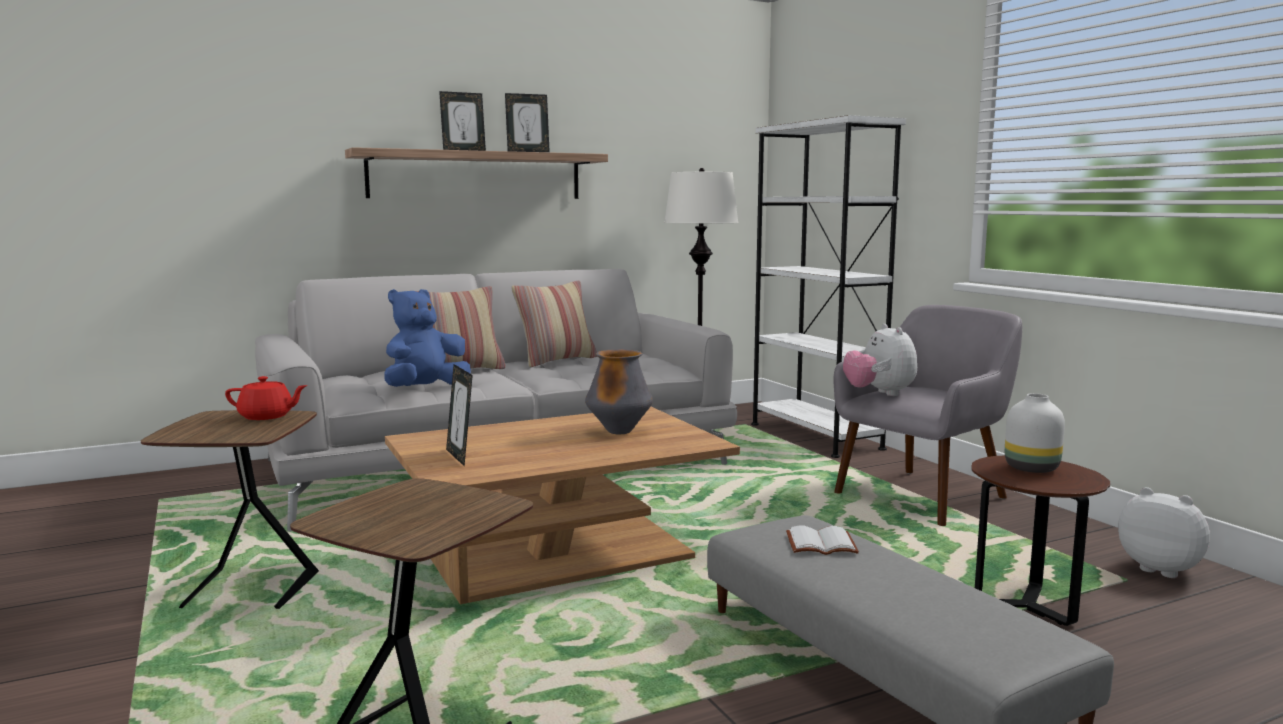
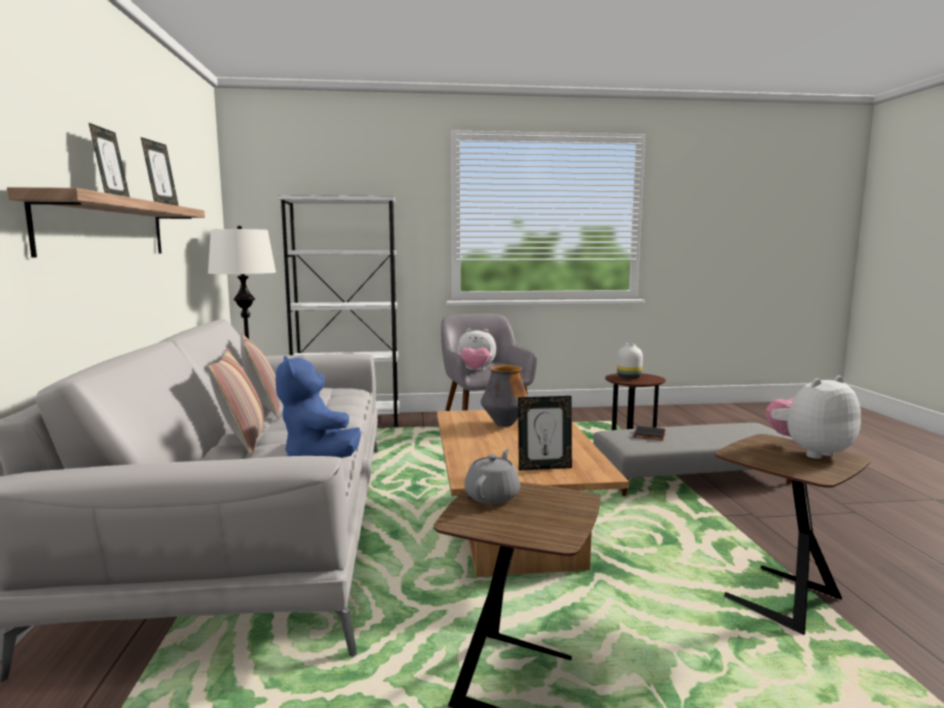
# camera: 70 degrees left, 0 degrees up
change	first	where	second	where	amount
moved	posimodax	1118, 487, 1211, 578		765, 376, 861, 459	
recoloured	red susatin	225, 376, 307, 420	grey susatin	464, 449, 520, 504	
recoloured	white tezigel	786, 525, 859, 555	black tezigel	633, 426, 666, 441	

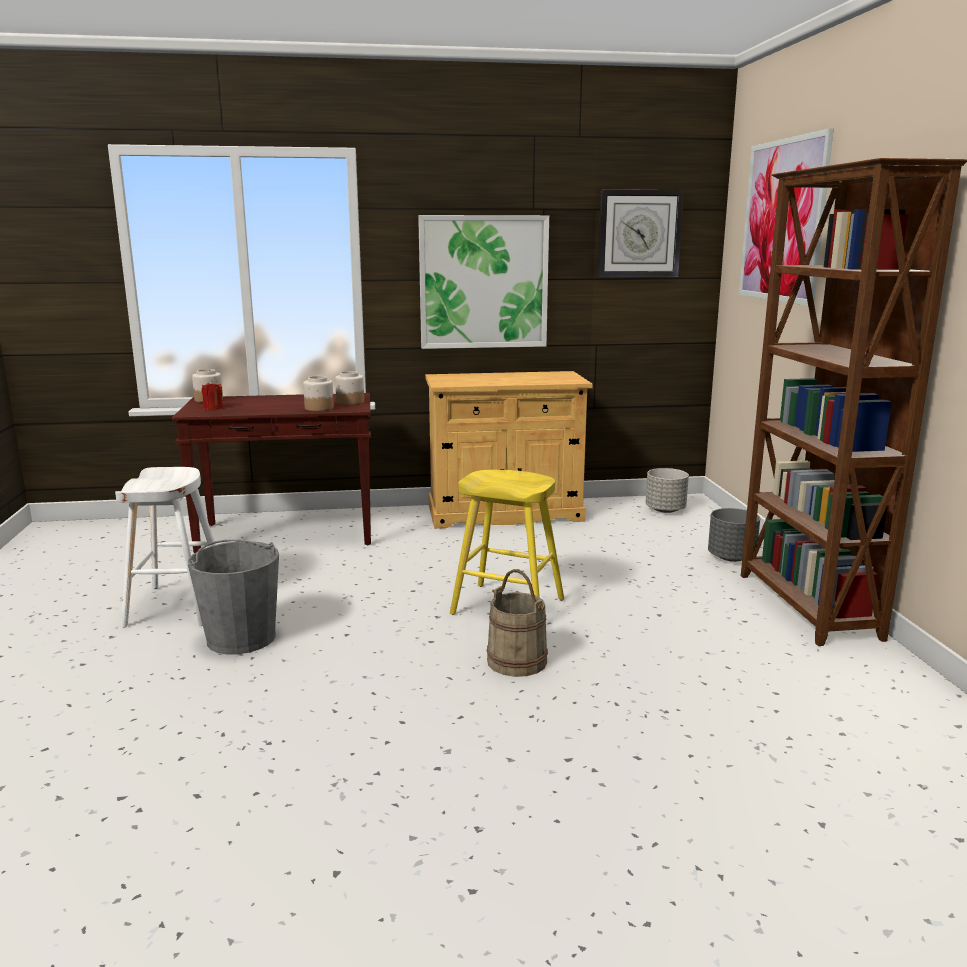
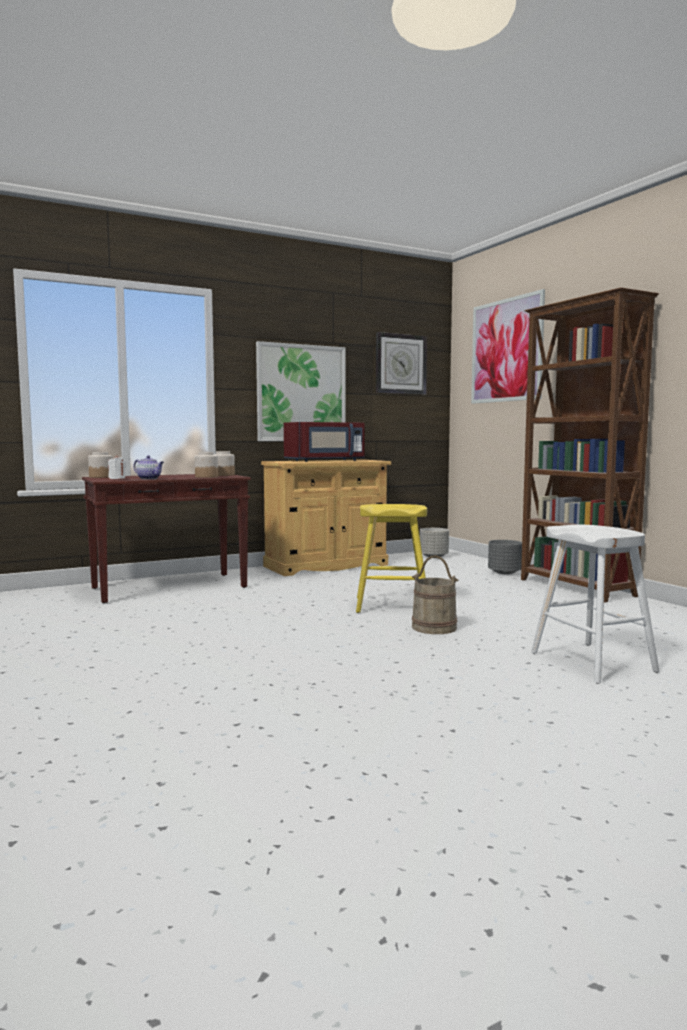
# camera: 20 degrees left, 10 degrees down
change	first	where	second	where	amount
removed	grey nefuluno	188, 539, 279, 654			
added			susatin	133, 455, 164, 479	
added			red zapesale	284, 422, 365, 462	
moved	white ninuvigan	115, 467, 215, 628		531, 525, 659, 684	
recoloured	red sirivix	202, 380, 223, 410	white sirivix	108, 455, 126, 479	

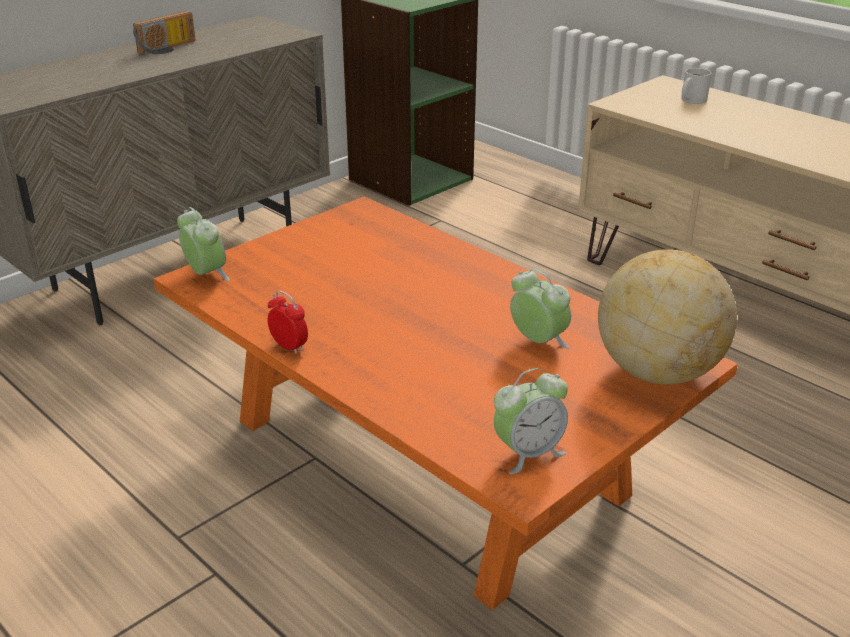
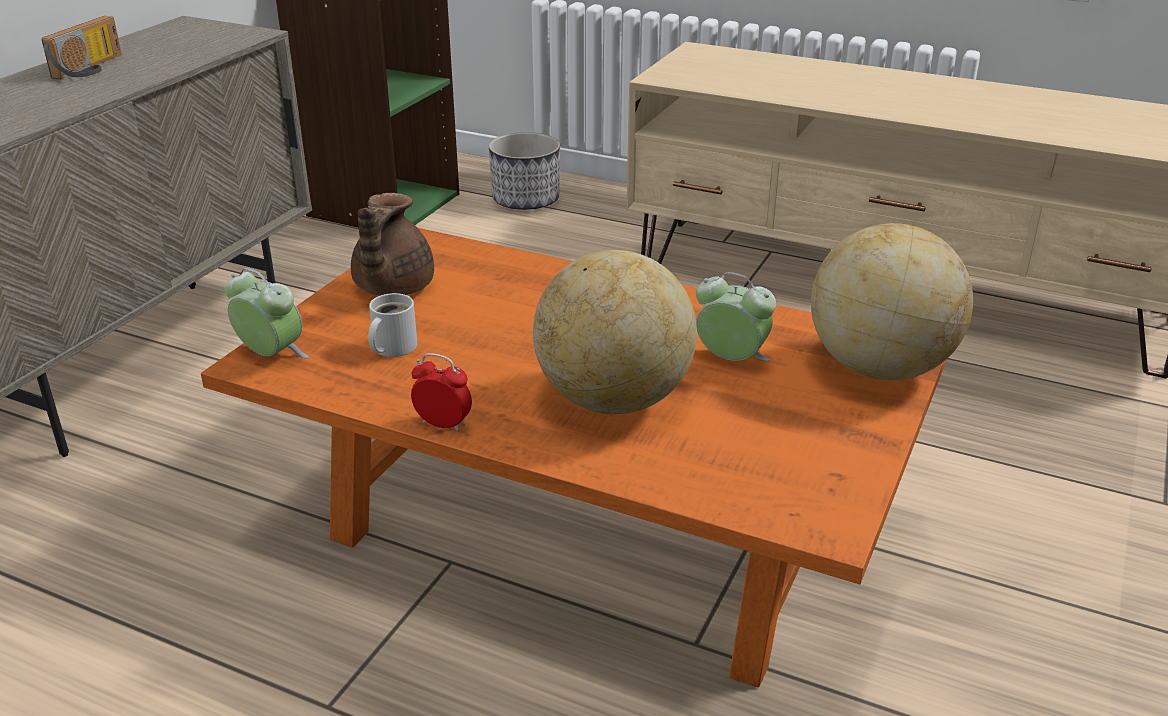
# camera: 20 degrees left, 0 degrees up
change	first	where	second	where	amount
removed	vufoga	494, 368, 568, 474			
added			brown susatin	351, 193, 434, 296	
added			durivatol	489, 132, 560, 210	
added			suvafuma	533, 250, 697, 414	
moved	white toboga	681, 68, 712, 104		368, 293, 417, 357	

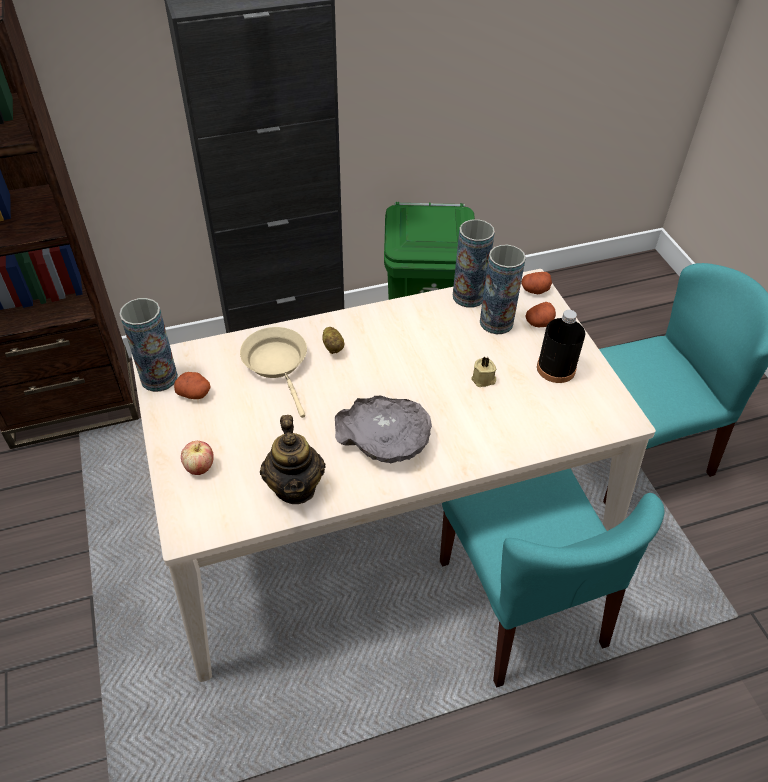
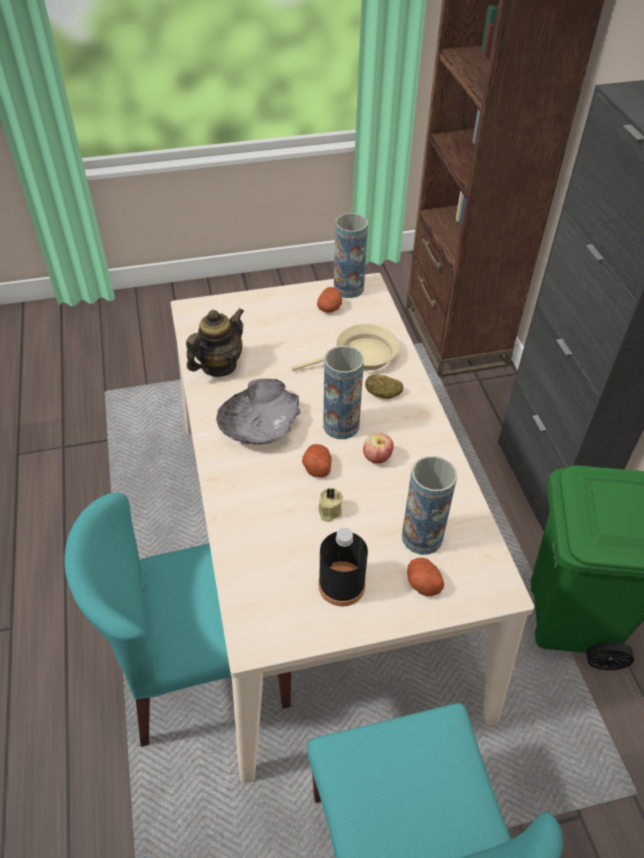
# camera: 95 degrees right, 0 degrees up
change	first	where	second	where	amount
moved	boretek	181, 441, 214, 475		363, 433, 394, 464	
moved	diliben	453, 219, 495, 308		323, 346, 364, 439	
moved	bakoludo	521, 272, 552, 294		302, 444, 332, 478	
turned	susatin	260, 415, 326, 504		186, 308, 244, 377	135 degrees clockwise

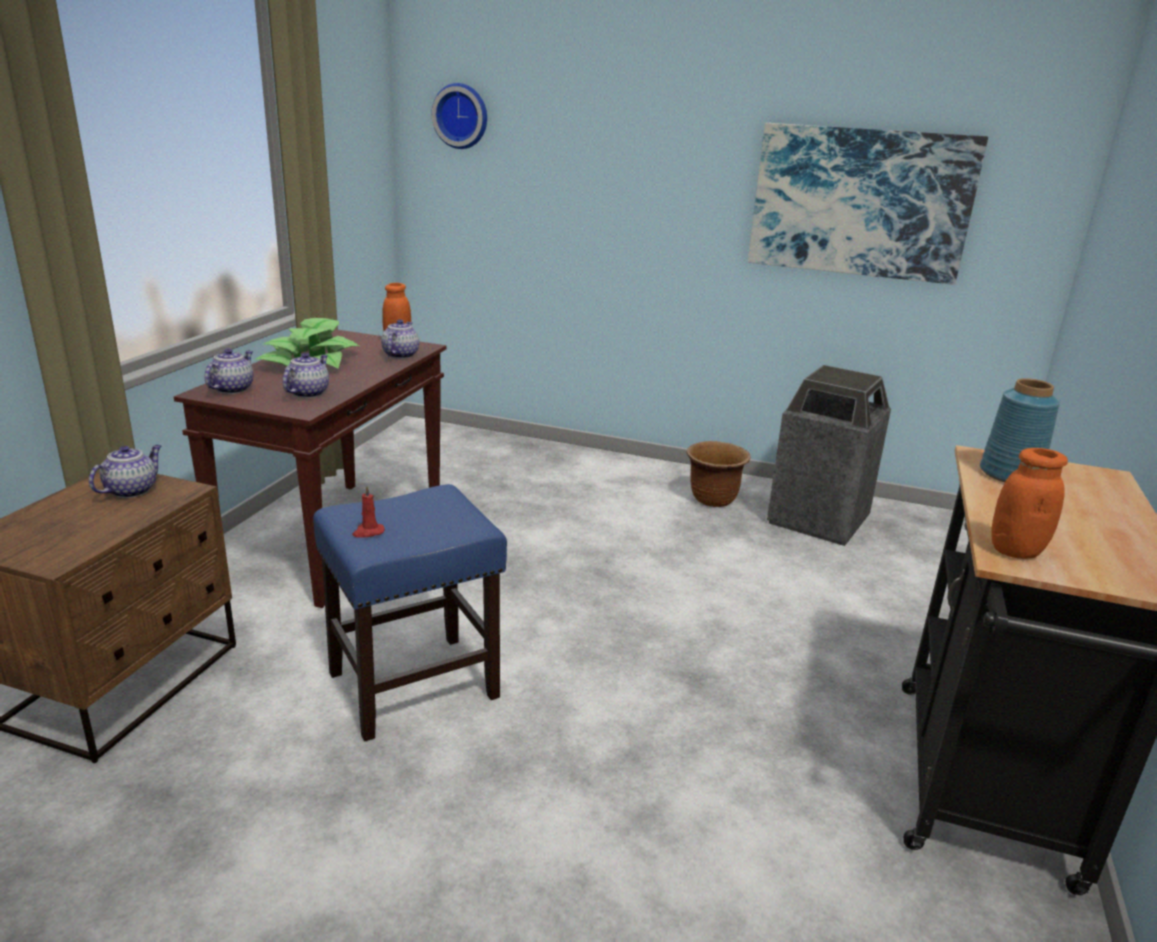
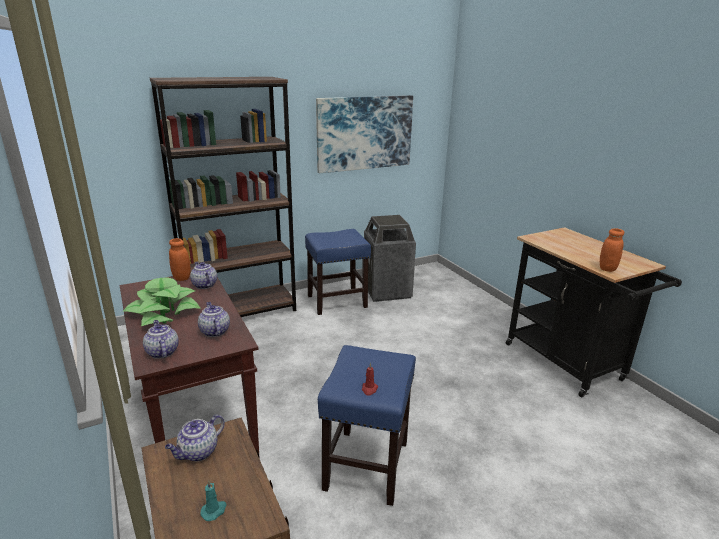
# camera: 45 degrees left, 0 degrees up
change	first	where	second	where	amount
removed	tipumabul	432, 83, 487, 149			
removed	blue diliben	980, 378, 1060, 482			
added			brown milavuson	150, 77, 296, 317	
added			turquoise sirivix	200, 480, 227, 521	
replaced	brown durivatol	687, 441, 751, 507	blue ninuvigan	305, 229, 371, 315	
turned	susatin	89, 445, 161, 498		165, 415, 225, 461	120 degrees counterclockwise

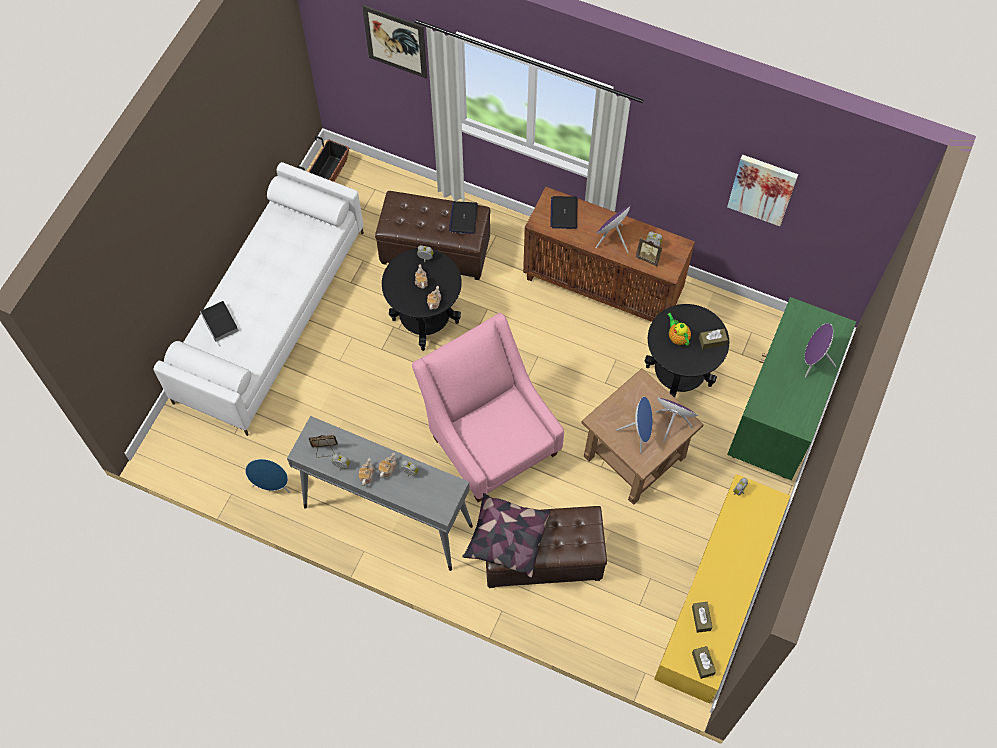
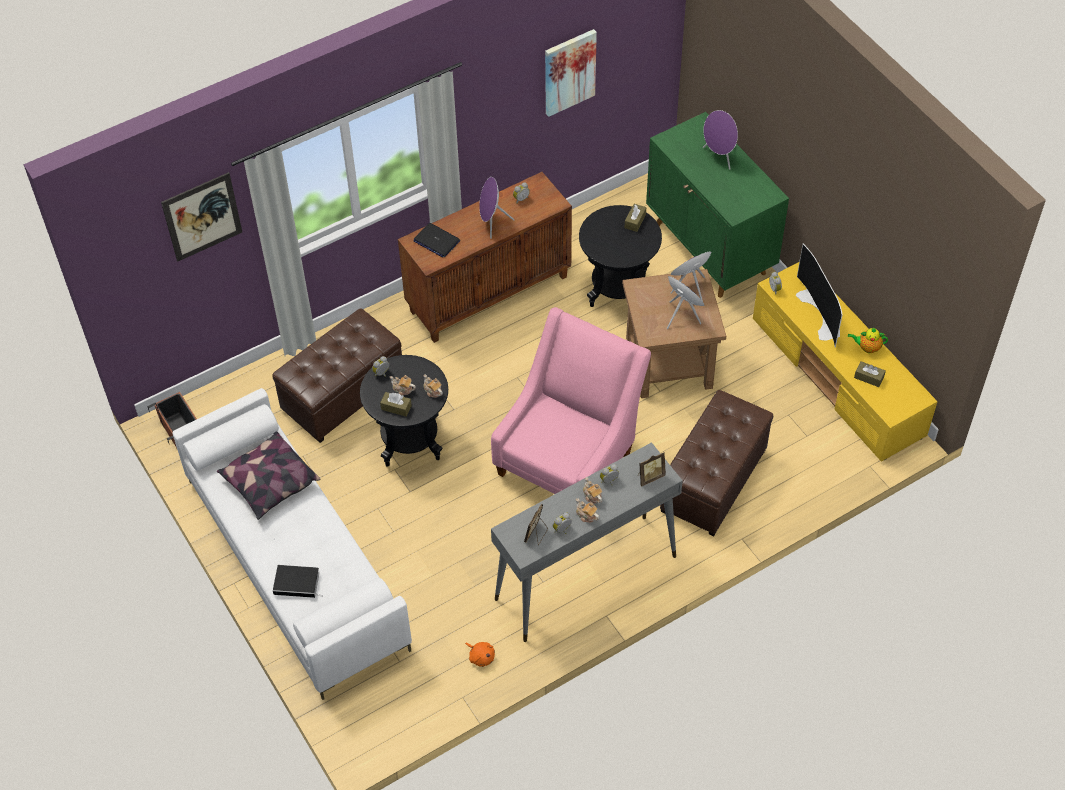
# camera: 55 degrees left, 10 degrees down
change	first	where	second	where	amount
removed	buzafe	449, 201, 478, 234			
added			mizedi	796, 244, 843, 347	
moved	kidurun	462, 493, 550, 578		217, 431, 320, 520	
moved	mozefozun	636, 238, 662, 266		638, 452, 666, 486	
moved	susatin	667, 313, 691, 346		848, 328, 888, 353	
moved	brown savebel	692, 646, 716, 679		380, 392, 412, 417	
replaced	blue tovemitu	245, 459, 290, 493	orange posimodax	465, 642, 495, 667	
turned	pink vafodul	412, 313, 564, 502		491, 307, 651, 494	120 degrees clockwise

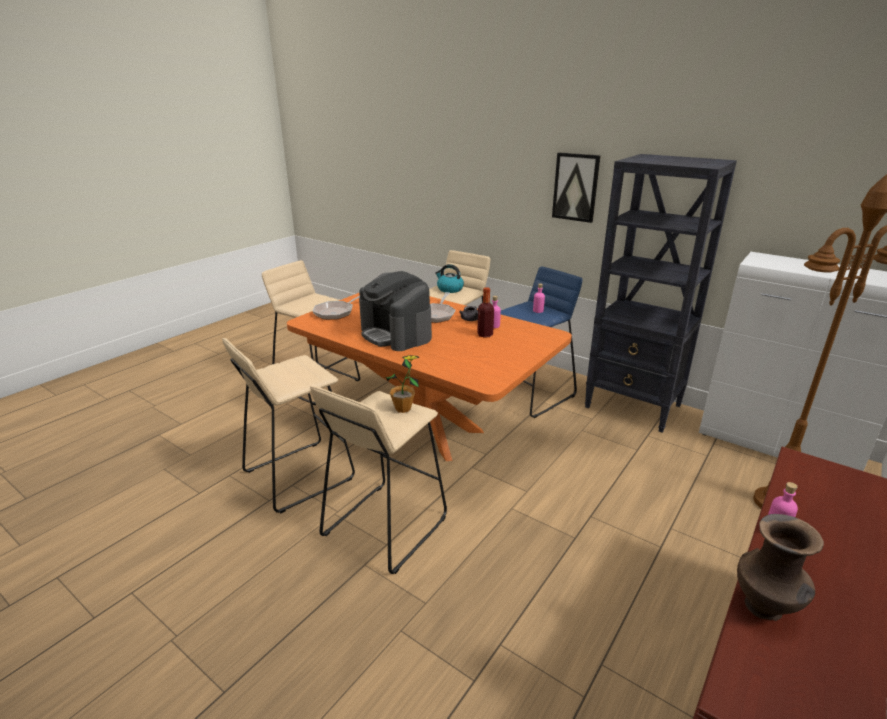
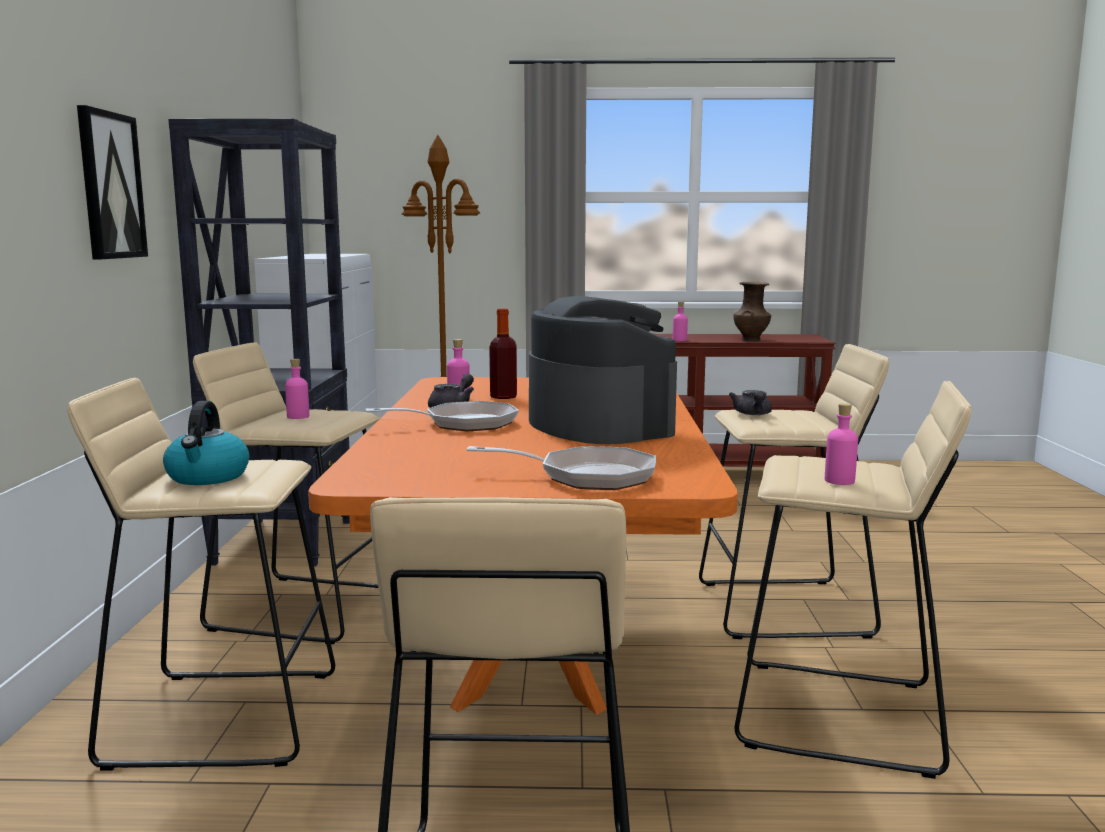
# camera: 125 degrees left, 15 degrees down
change	first	where	second	where	amount
added			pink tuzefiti	825, 403, 858, 485	
replaced	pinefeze	385, 355, 420, 413	grey susatin	729, 390, 772, 415	
recoloured	blue ninuvigan	501, 266, 583, 418	beige ninuvigan	193, 342, 379, 644	
turned	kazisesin	359, 271, 432, 351		529, 296, 677, 444	45 degrees counterclockwise

